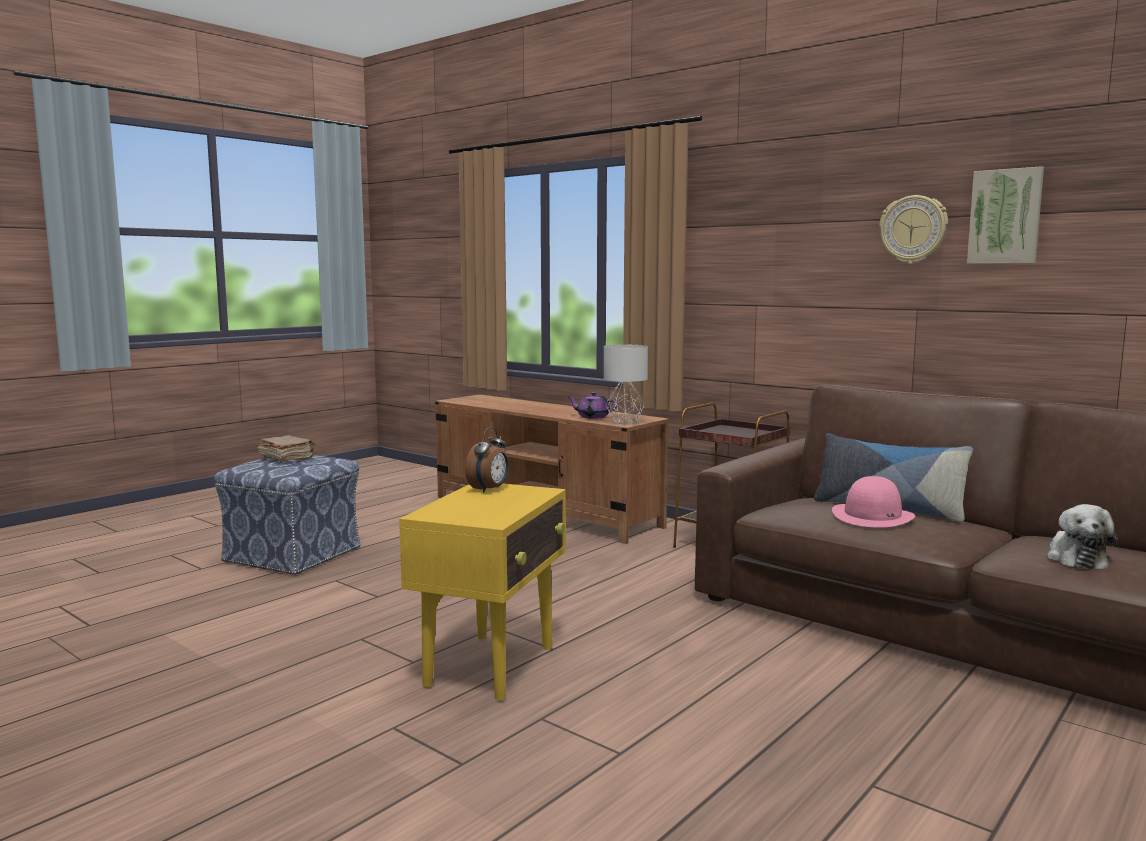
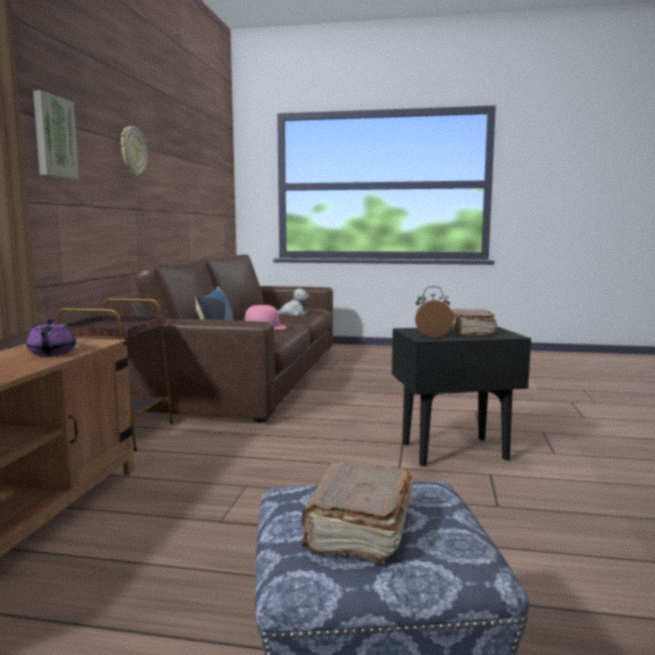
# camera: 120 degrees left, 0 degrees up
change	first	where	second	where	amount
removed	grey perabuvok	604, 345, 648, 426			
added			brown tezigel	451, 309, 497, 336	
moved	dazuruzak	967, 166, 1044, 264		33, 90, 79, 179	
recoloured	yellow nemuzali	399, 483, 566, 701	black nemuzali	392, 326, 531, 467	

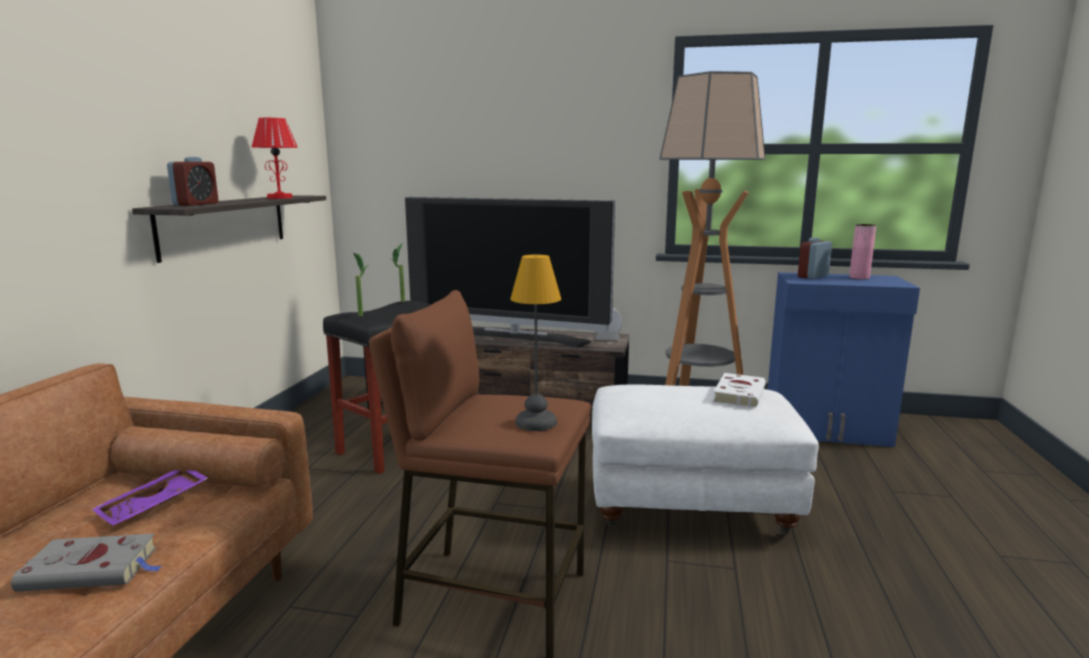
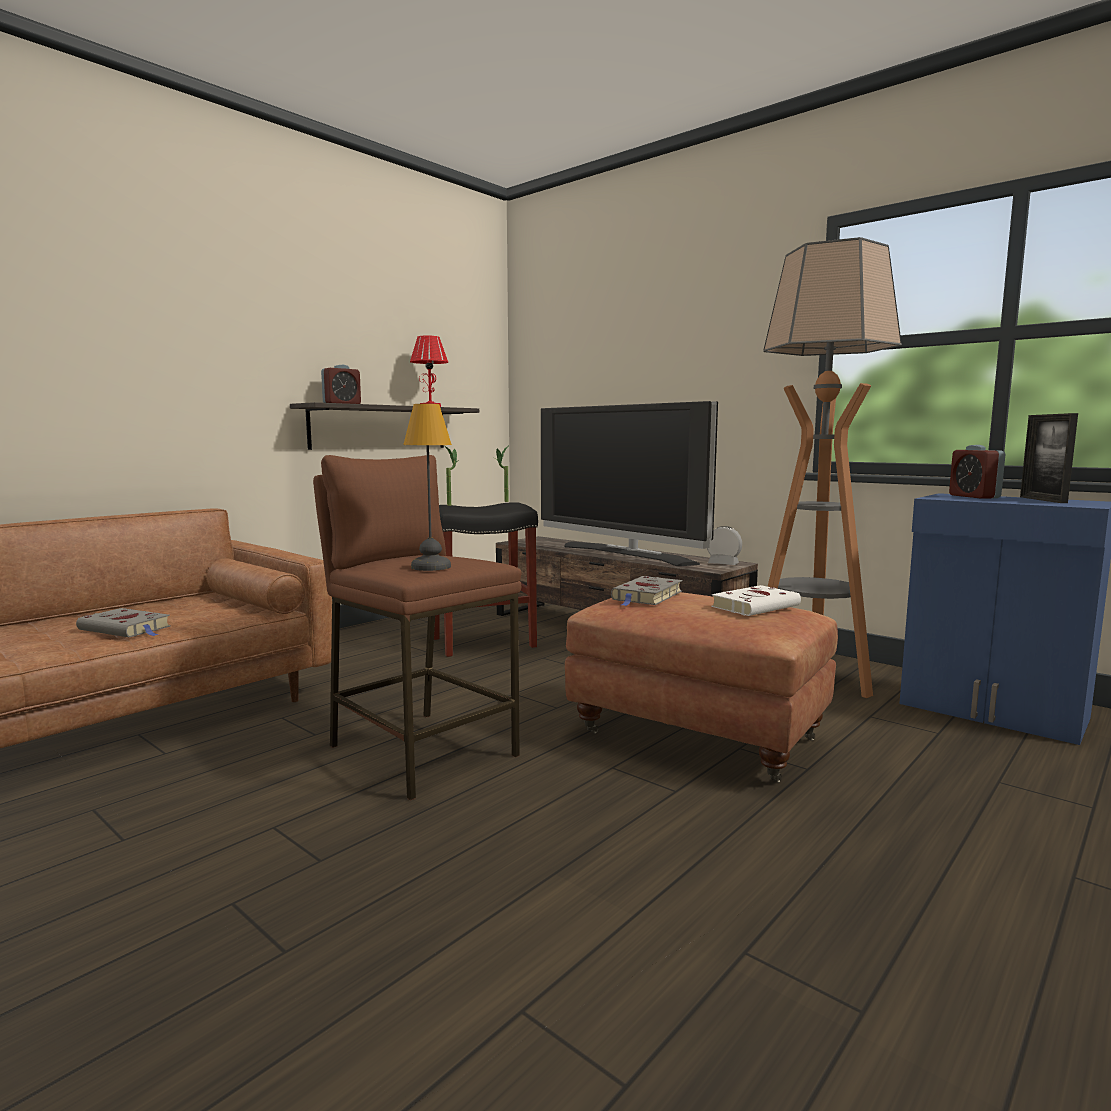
# camera: 30 degrees right, 5 degrees down
change	first	where	second	where	amount
removed	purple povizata	92, 470, 208, 525			
added			grey tezigel	611, 576, 682, 606	
replaced	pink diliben	849, 224, 876, 279	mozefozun	1020, 413, 1078, 503	
recoloured	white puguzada	592, 385, 819, 536	brown puguzada	565, 592, 838, 783	
turned	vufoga	798, 237, 832, 279		949, 445, 1005, 499	90 degrees counterclockwise

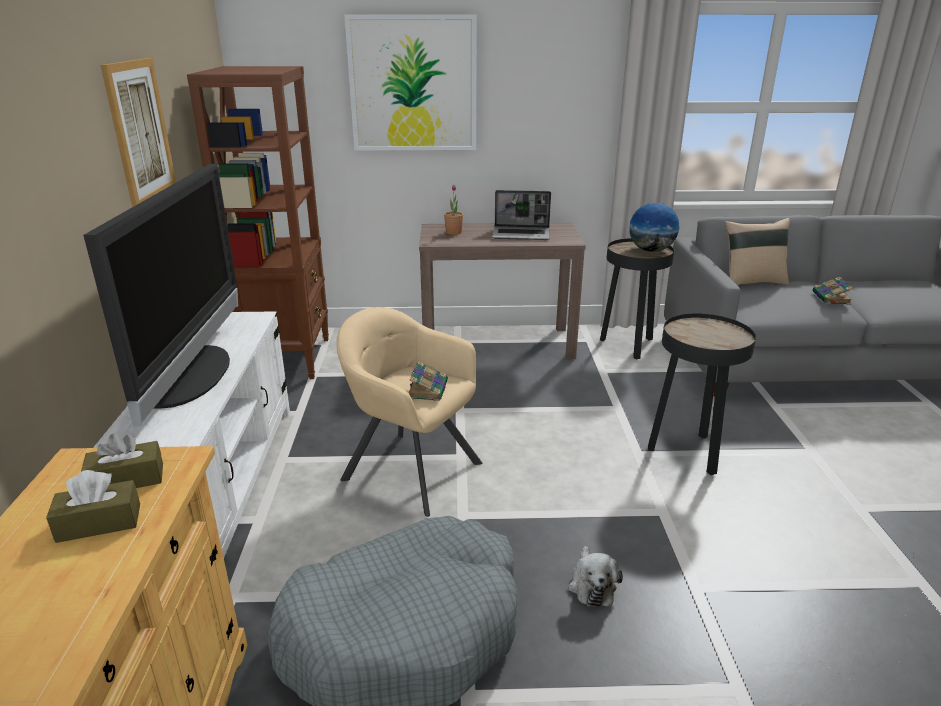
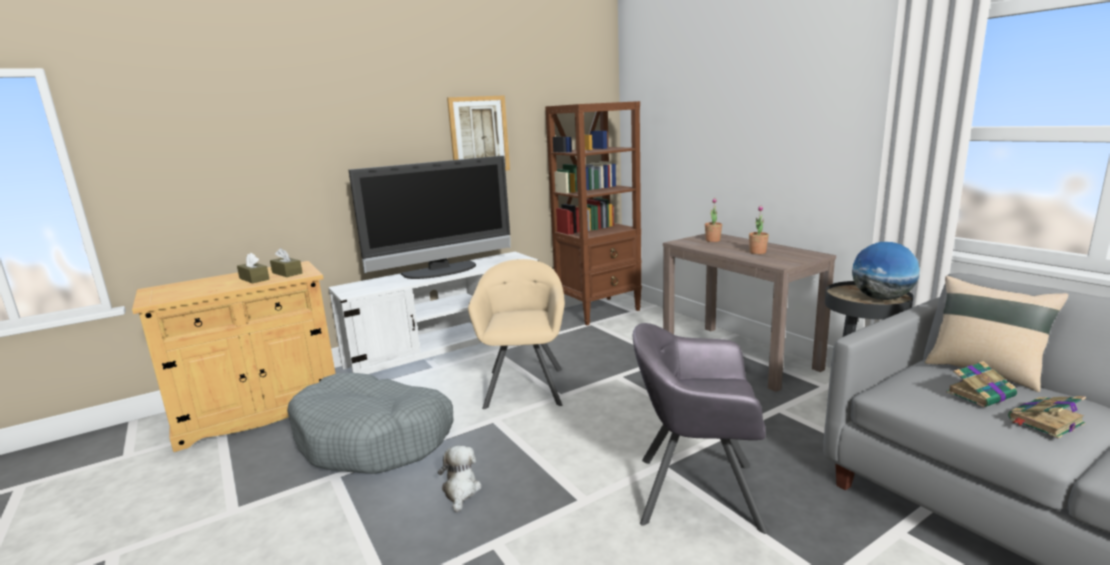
# camera: 60 degrees right, 10 degrees down
change	first	where	second	where	amount
removed	dazuruzak	344, 15, 477, 151			
moved	tezigel	409, 361, 448, 401		946, 361, 1017, 407	
replaced	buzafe	492, 190, 551, 240	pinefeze	749, 205, 769, 254	
replaced	black nemuzali	648, 313, 756, 475	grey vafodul	633, 323, 768, 534	
turned	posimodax	568, 546, 623, 607		438, 445, 482, 513	120 degrees clockwise

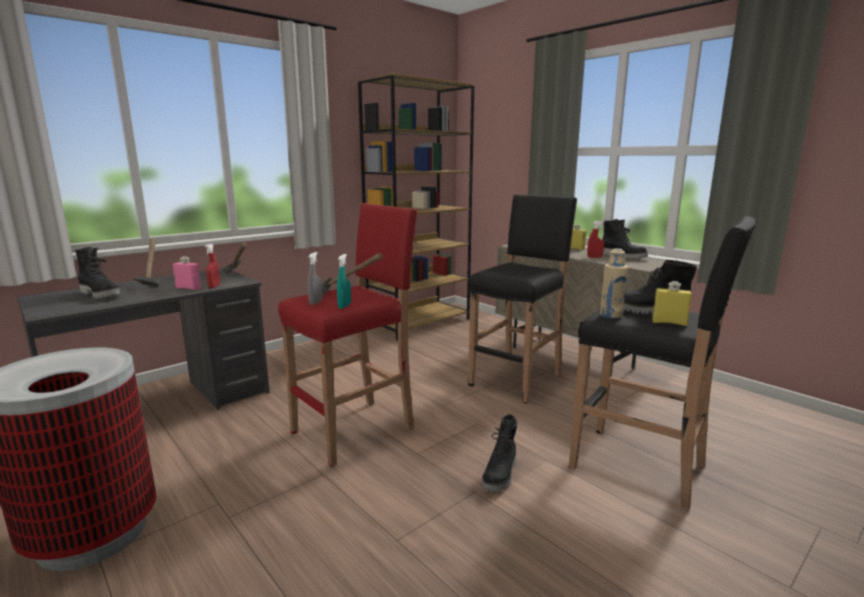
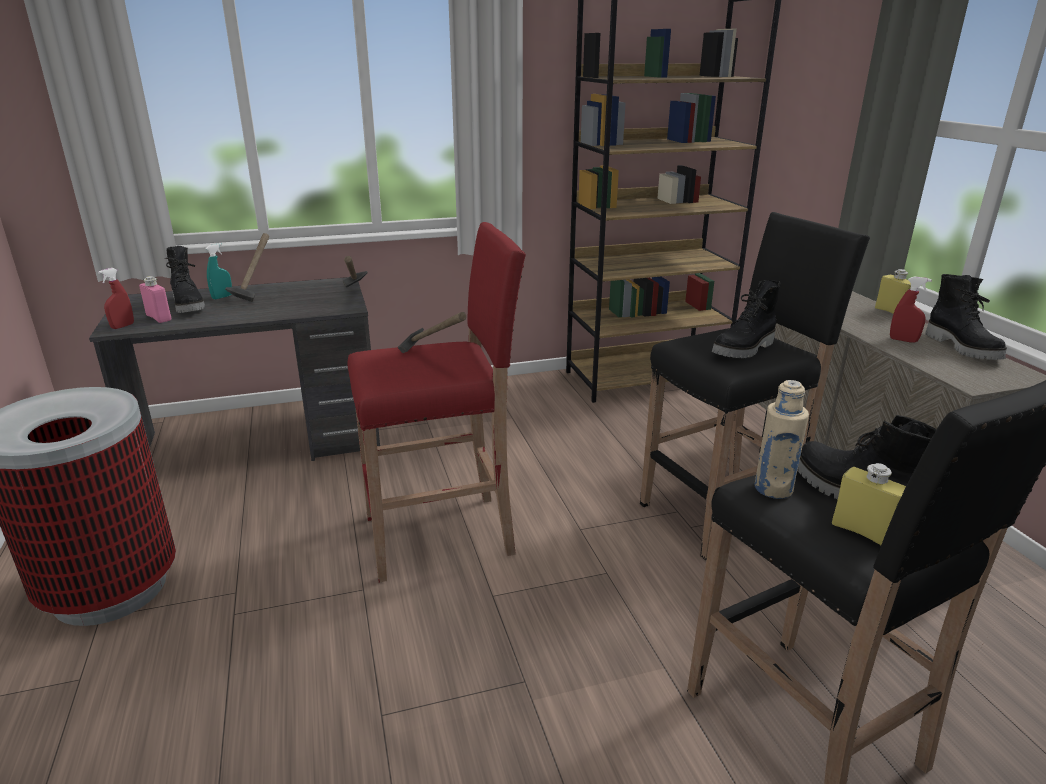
# camera: 25 degrees right, 10 degrees up
change	first	where	second	where	amount
removed	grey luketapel	308, 252, 322, 305			
moved	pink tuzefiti	173, 257, 201, 290		139, 276, 171, 323	
moved	red luketapel	205, 244, 220, 288		98, 268, 134, 329	
moved	turquoise luketapel	337, 254, 351, 309		205, 243, 232, 299	
moved	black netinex	482, 414, 517, 492		712, 280, 781, 358	

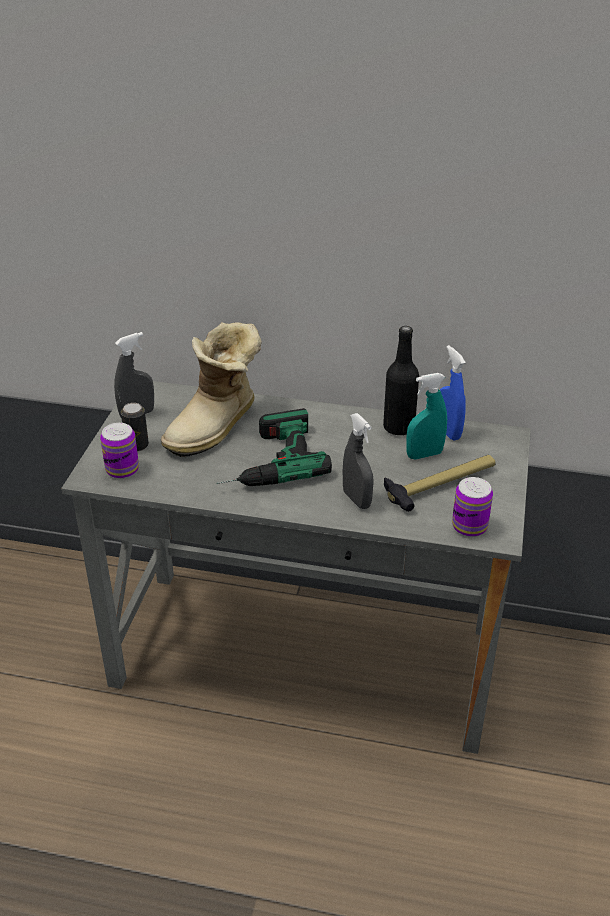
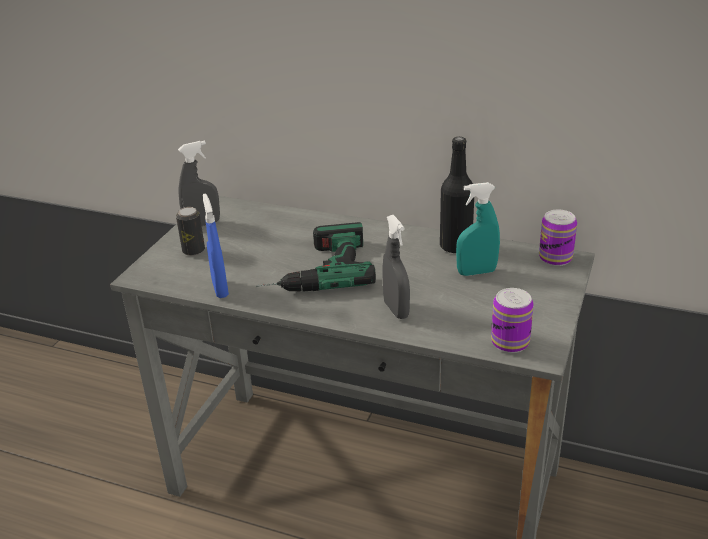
# camera: 10 degrees right, 5 degrees down
change	first	where	second	where	amount
removed	netinex	161, 322, 262, 457			
removed	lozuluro	384, 455, 496, 512			
moved	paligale	100, 423, 139, 479		539, 210, 577, 266	
moved	blue luketapel	440, 345, 466, 441		203, 194, 229, 298	

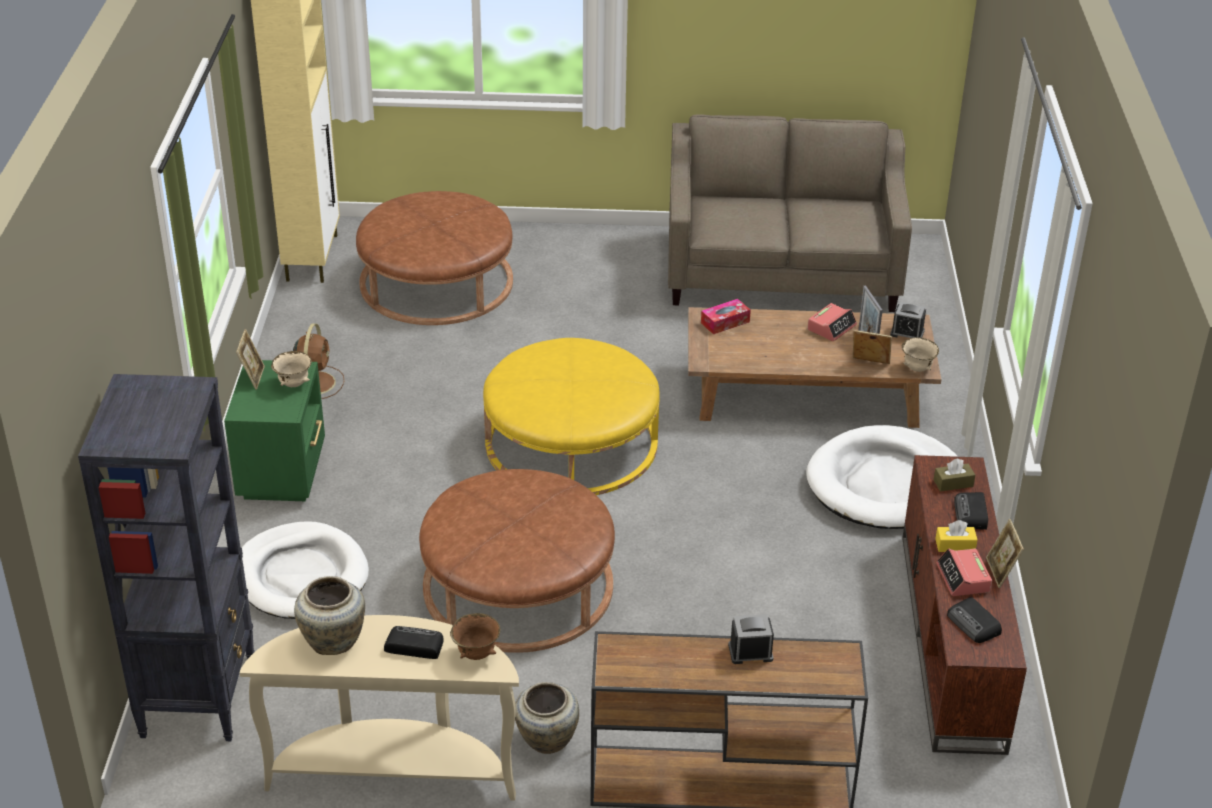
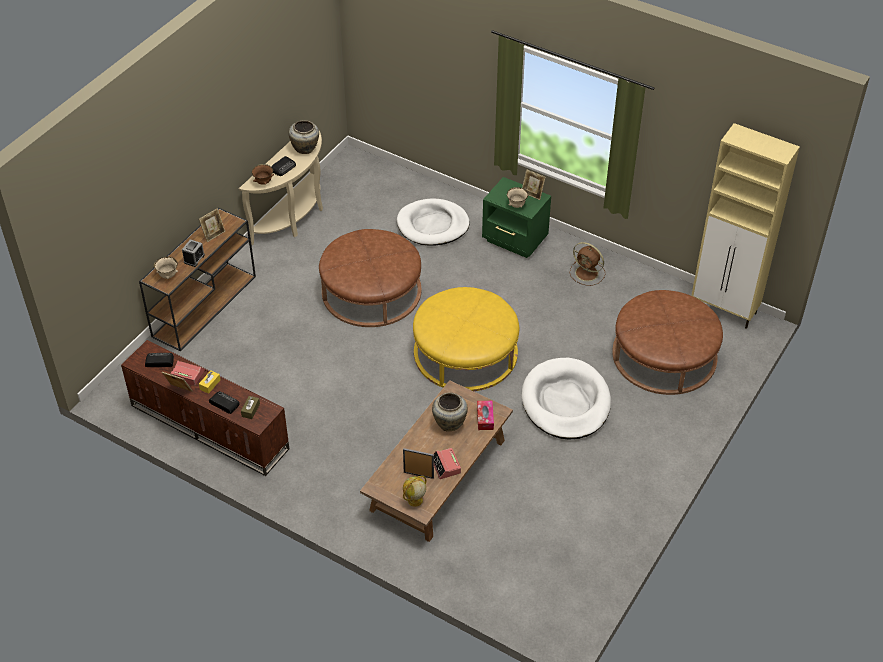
# camera: 120 degrees right, 10 degrees up
change	first	where	second	where	amount
removed	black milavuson	78, 374, 255, 741			
removed	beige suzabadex	668, 114, 912, 312			
moved	beige diliben	515, 682, 579, 754		432, 393, 468, 431	
moved	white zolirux	806, 425, 958, 529		522, 358, 611, 440	
moved	mozefozun	853, 330, 892, 364		199, 208, 225, 242	
moved	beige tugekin	902, 338, 939, 372		154, 257, 178, 279	
replaced	vufoga	890, 302, 926, 338	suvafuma	403, 476, 427, 507	

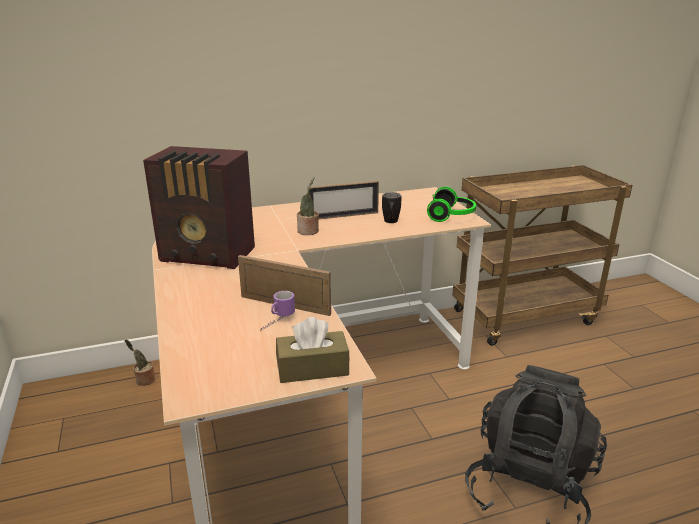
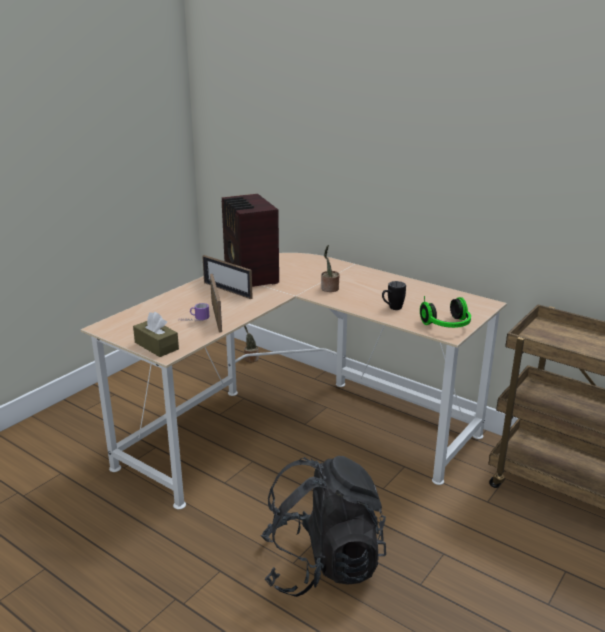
# camera: 55 degrees right, 0 degrees up
change	first	where	second	where	amount
moved	mozefozun	307, 181, 379, 219		202, 255, 253, 299	

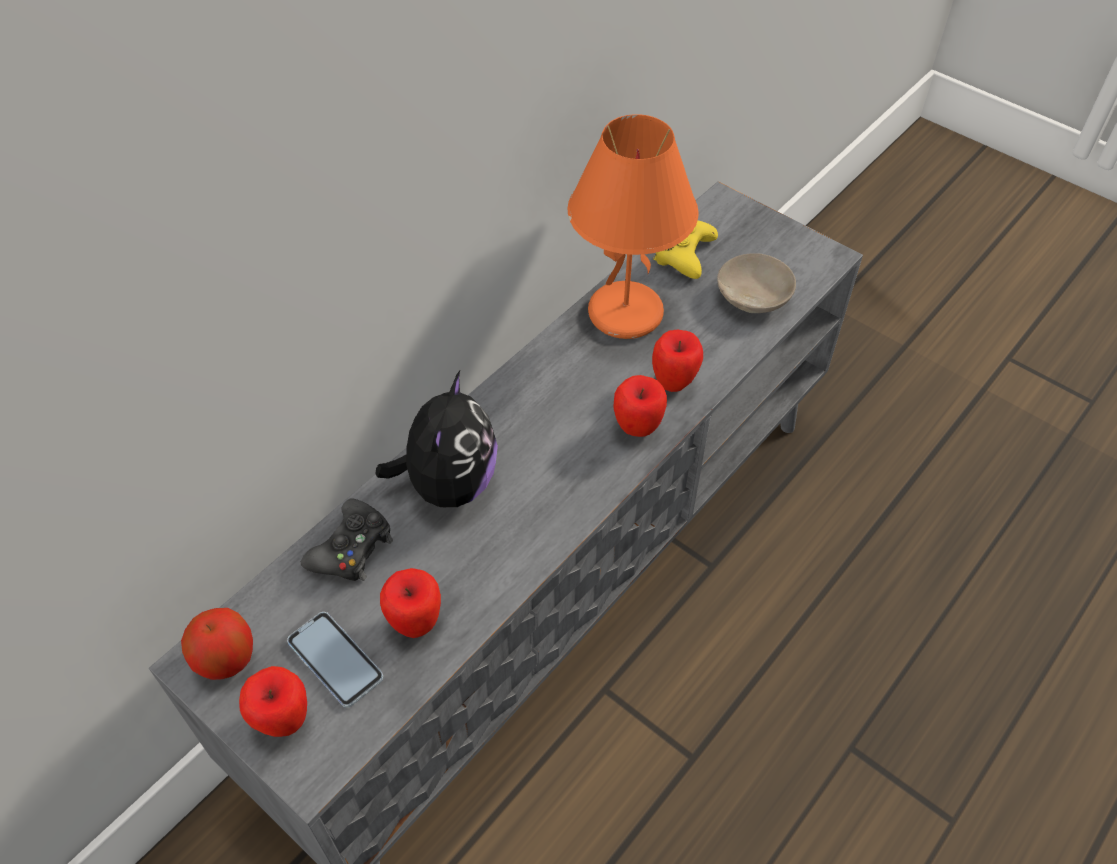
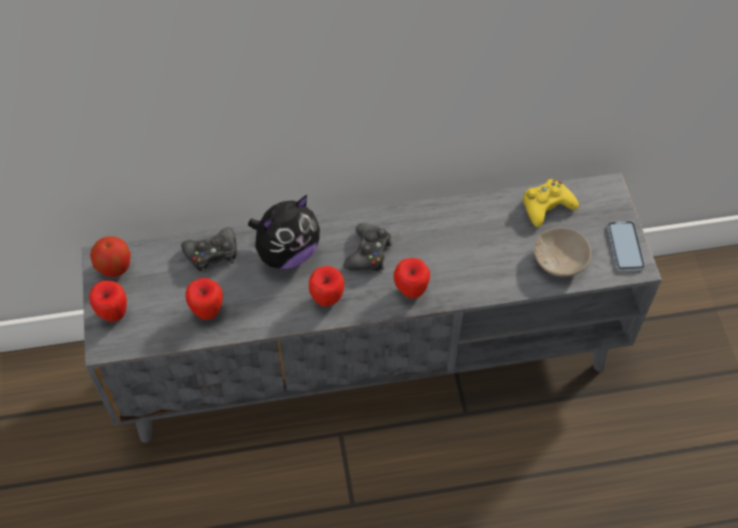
# camera: 40 degrees right, 5 degrees up
change	first	where	second	where	amount
removed	orange perabuvok	568, 114, 699, 339			
added			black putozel	343, 223, 392, 271	
moved	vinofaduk	287, 612, 383, 708		607, 221, 645, 271	
moved	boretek	652, 329, 703, 392		309, 266, 344, 307	

